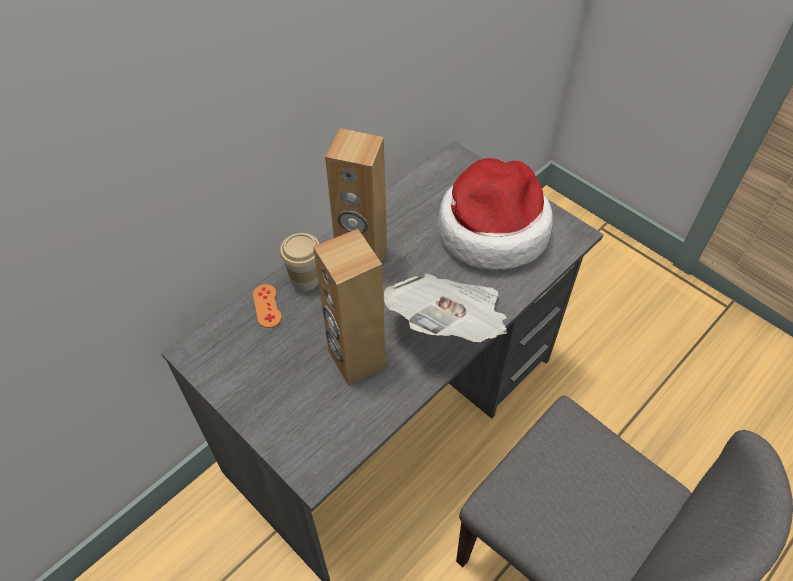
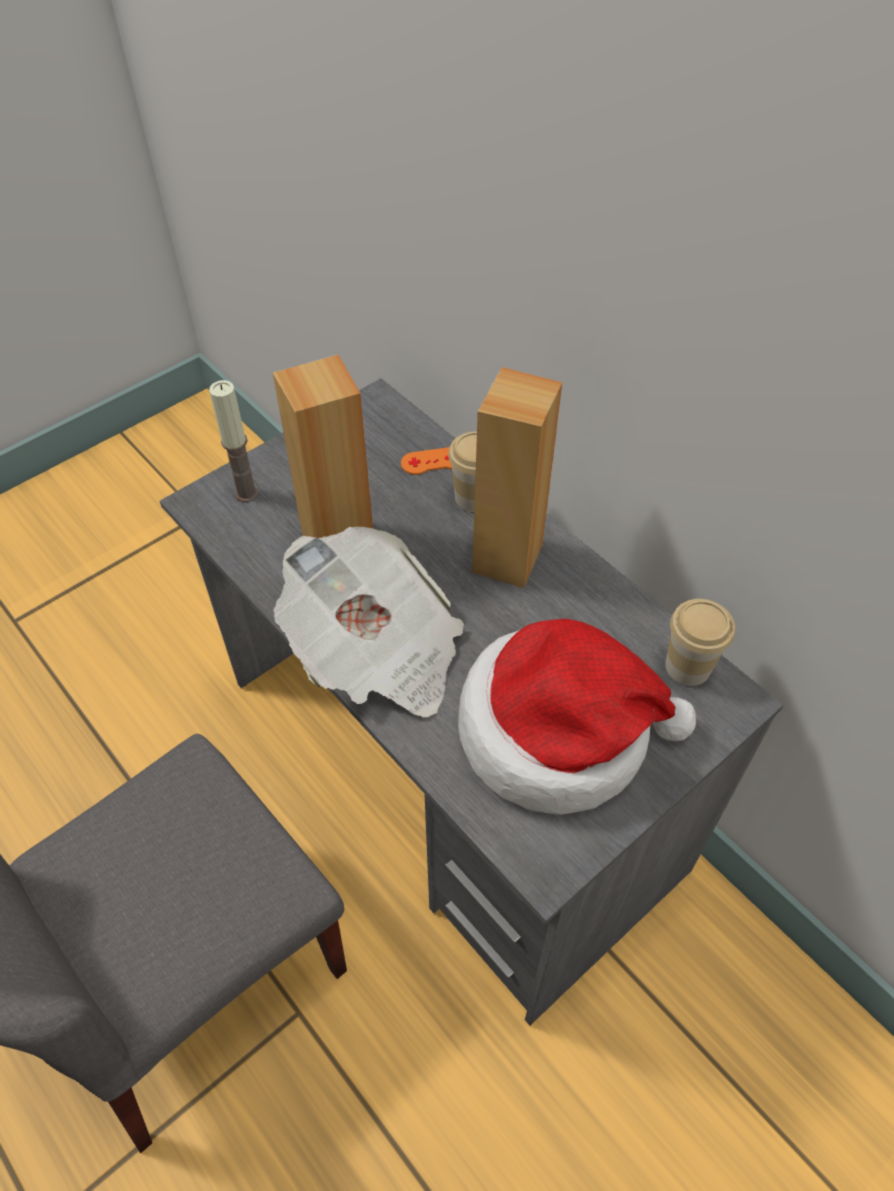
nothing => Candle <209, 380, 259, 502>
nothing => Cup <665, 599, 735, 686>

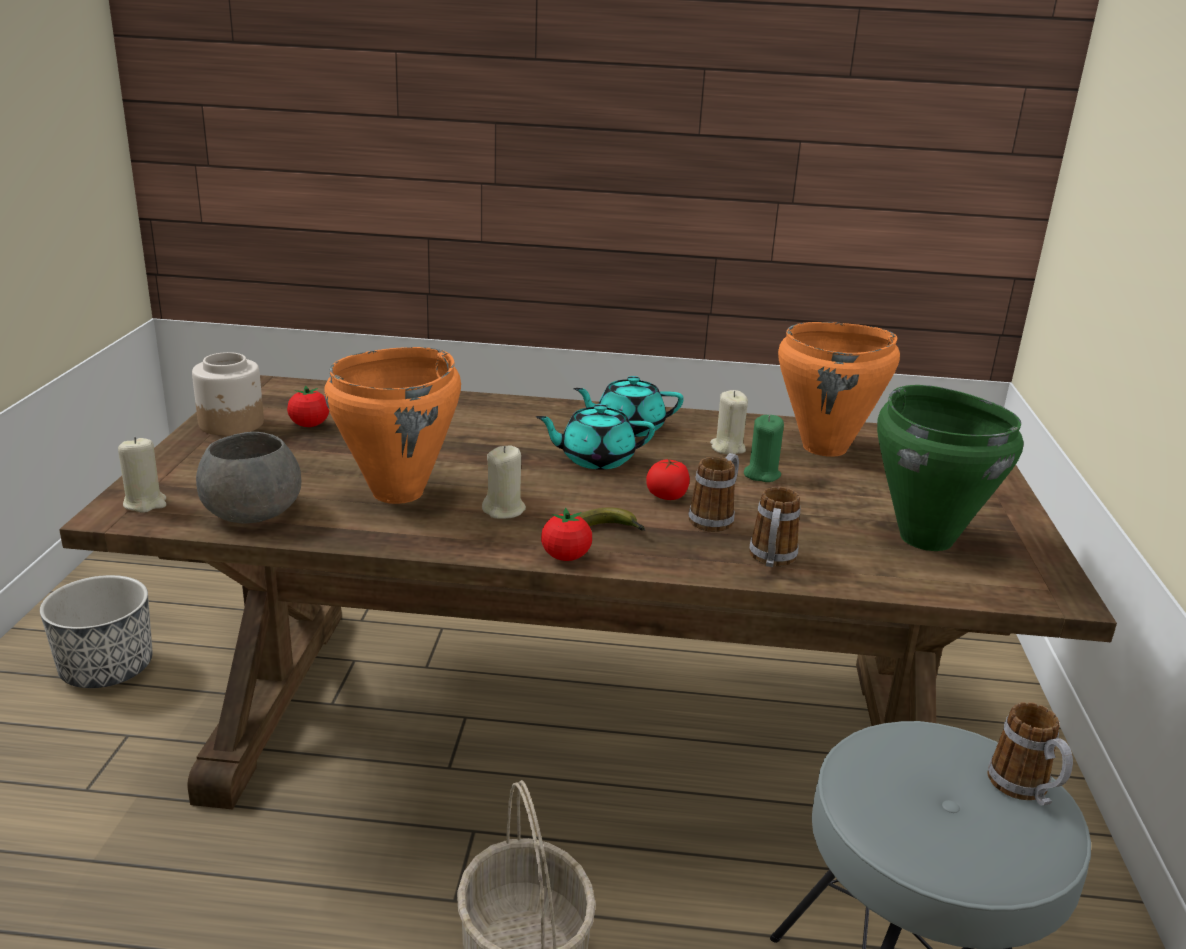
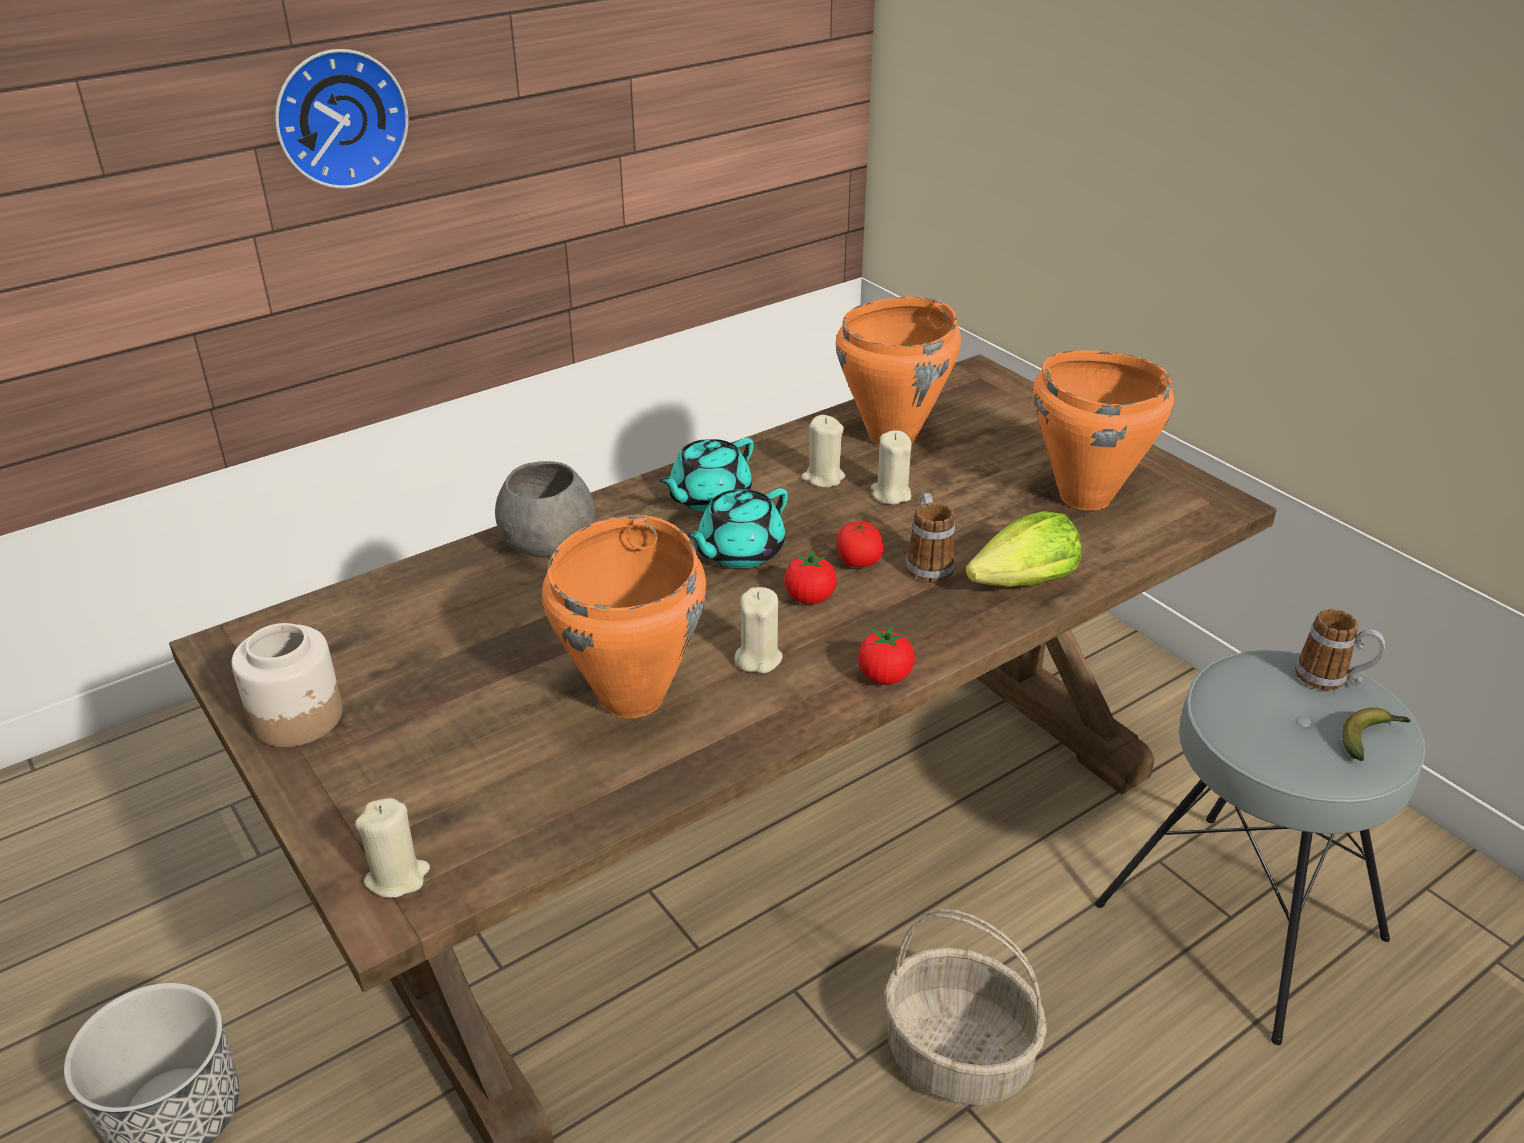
GreyBowl <196, 432, 301, 524> => GreyBowl <495, 461, 595, 557>, move
Tomato <287, 386, 329, 427> => Tomato <784, 550, 837, 604>, move
Banana <578, 508, 645, 531> => Banana <1342, 707, 1411, 761>, move
GreenCandle <744, 415, 784, 482> => BeigeCandle <871, 430, 912, 505>
Mug <749, 487, 800, 567> => Lettuce <966, 511, 1081, 587>
GreenCookingPot <877, 385, 1023, 551> => OrangeCookingPot <1033, 350, 1174, 510>
nothing => WallClock <275, 49, 408, 189>

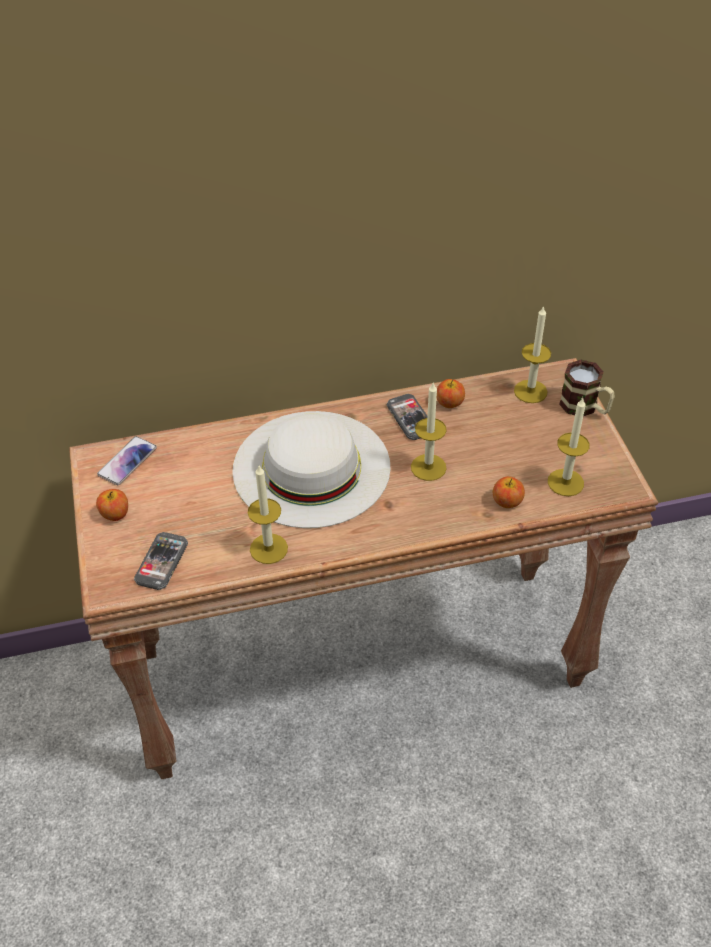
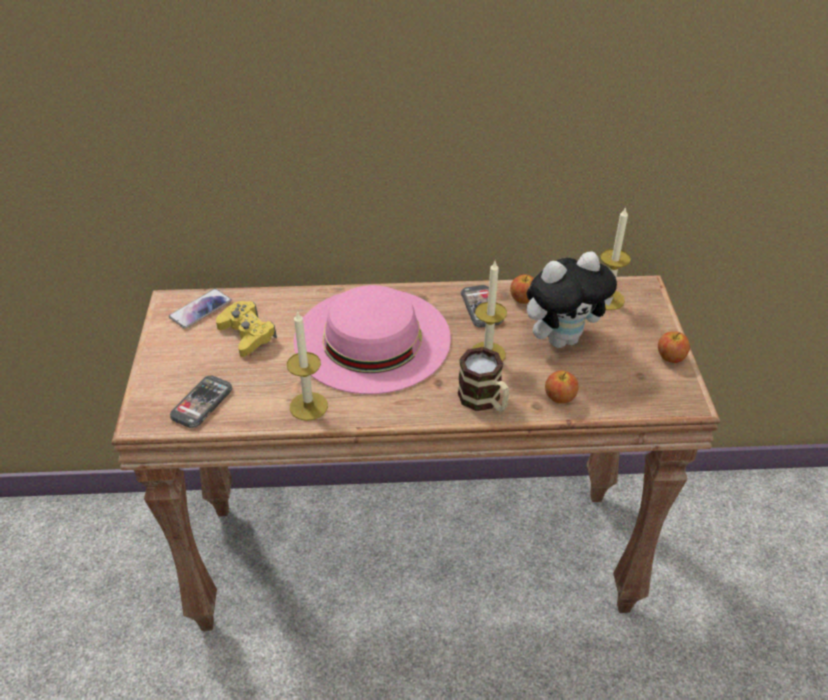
Apple <96, 489, 128, 521> => Apple <658, 331, 690, 363>, move
WhiteHat <232, 411, 391, 528> => PinkHat <294, 285, 451, 394>
Candle <548, 397, 590, 496> => nothing
Mug <559, 360, 615, 416> => Mug <458, 347, 509, 412>, move
nothing => YellowGameController <216, 301, 277, 357>
nothing => PlushToy <526, 251, 617, 348>

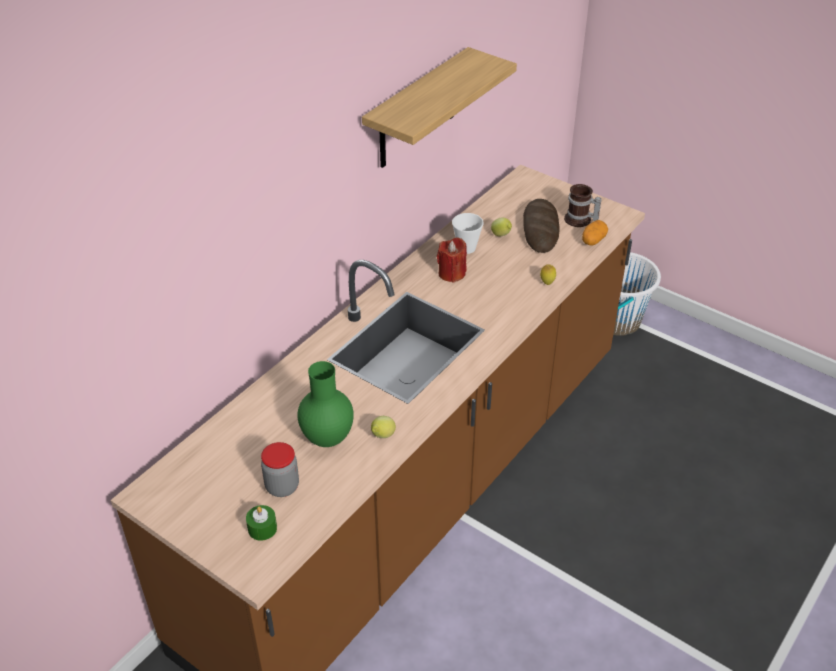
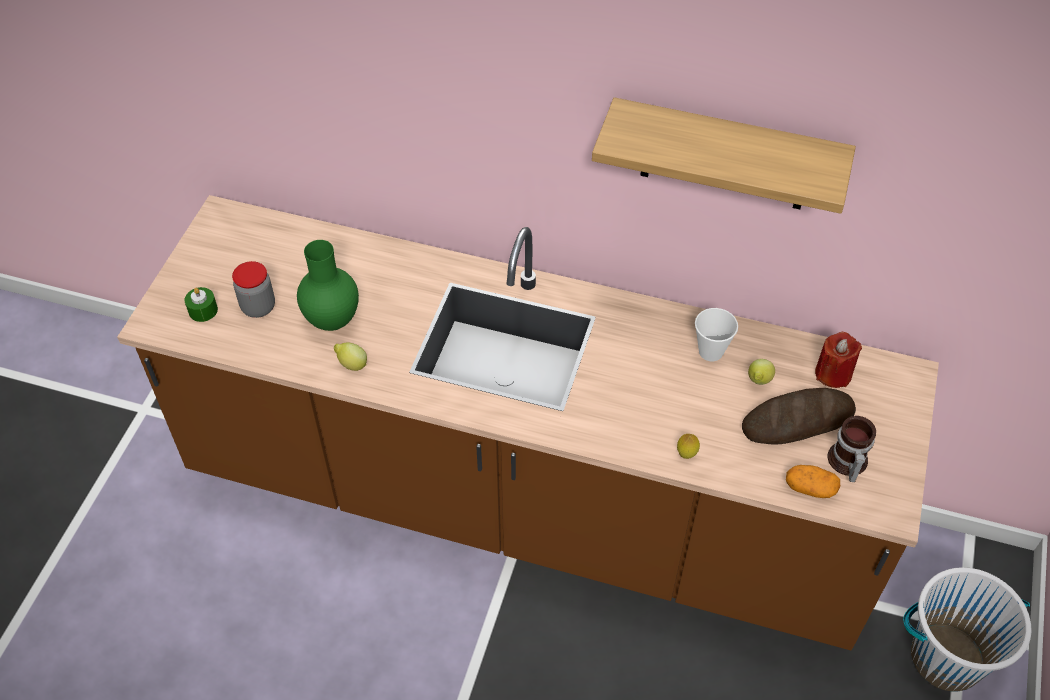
RedCandle <437, 237, 467, 283> => RedCandle <815, 332, 862, 388>, move

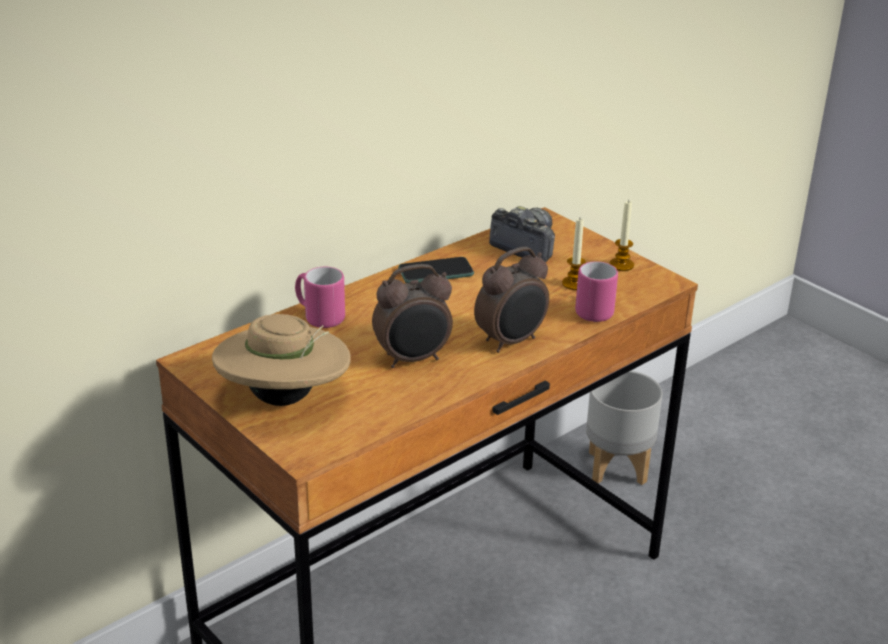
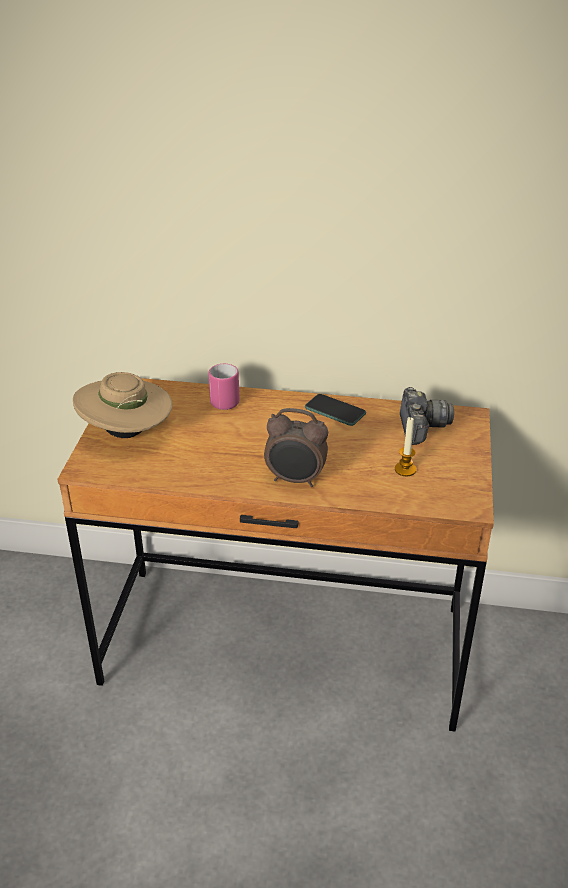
AlarmClock <372, 264, 453, 368> => nothing
PinkMug <575, 261, 618, 322> => nothing
GreyPlanter <586, 371, 662, 485> => nothing
Candle <610, 200, 634, 271> => nothing

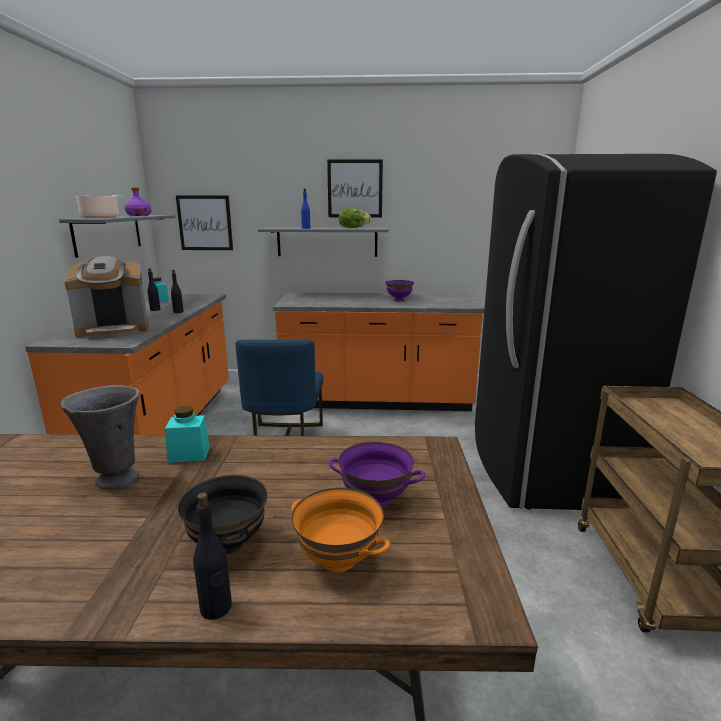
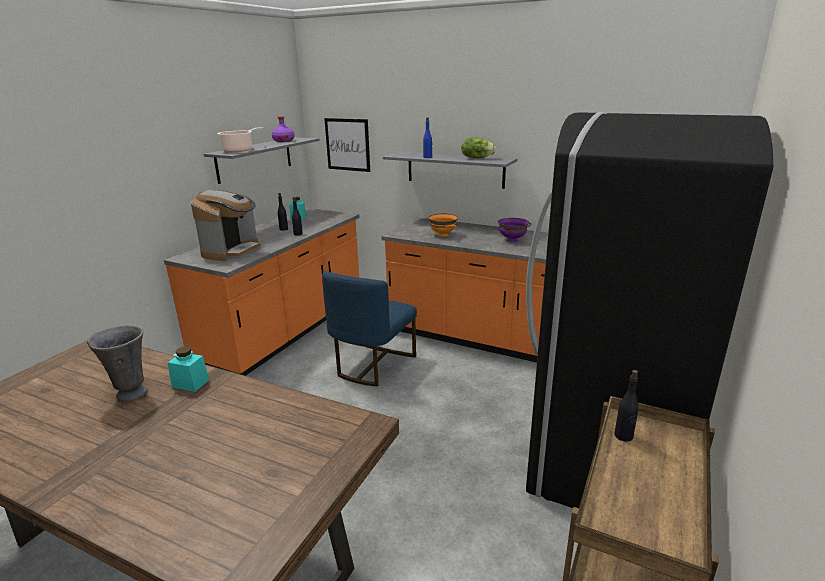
CoffeeMachine <64, 256, 149, 339> => CoffeeMachine <191, 190, 261, 261>, 75 degrees counterclockwise
BlackBowl <177, 475, 268, 554> => nothing
BlackBottle <193, 492, 232, 620> => BlackBottle <614, 370, 639, 442>, move
OrangeBowl <291, 488, 390, 573> => OrangeBowl <428, 214, 458, 237>, move
Picture <327, 159, 383, 218> => nothing
PurpleBowl <328, 442, 426, 507> => nothing

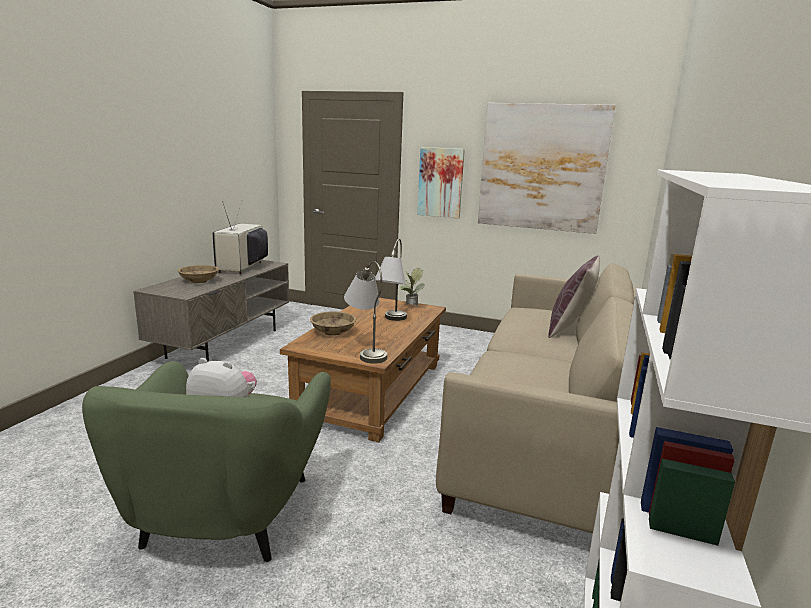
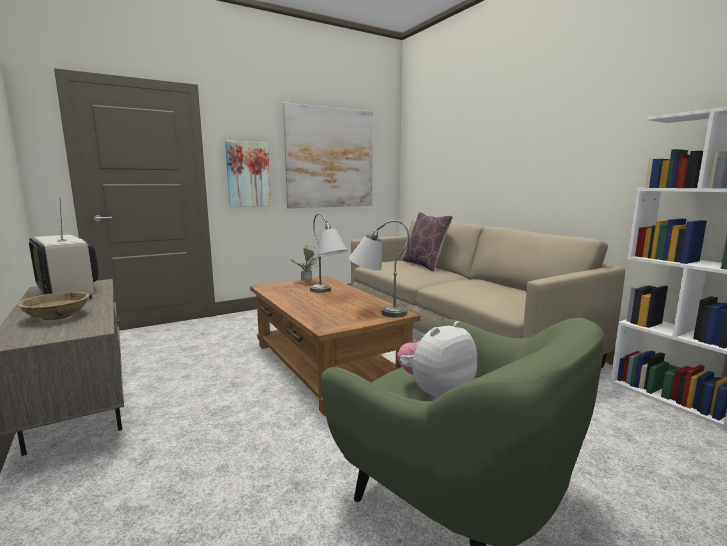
BeigeBowl <310, 311, 356, 336> => nothing

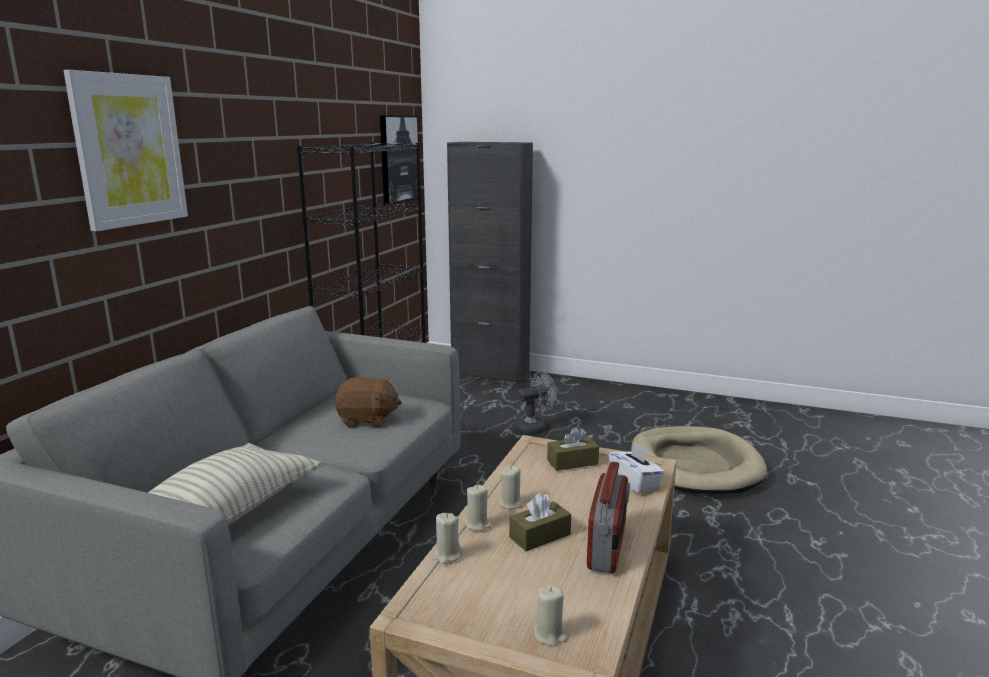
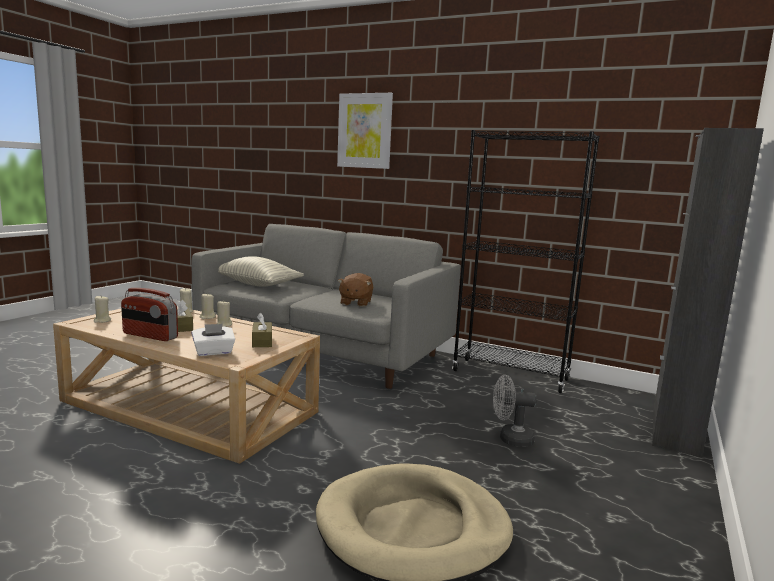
Picture <380, 115, 419, 205> => nothing
GreyFan <515, 371, 557, 435> => GreyFan <493, 375, 537, 447>, 120 degrees clockwise

